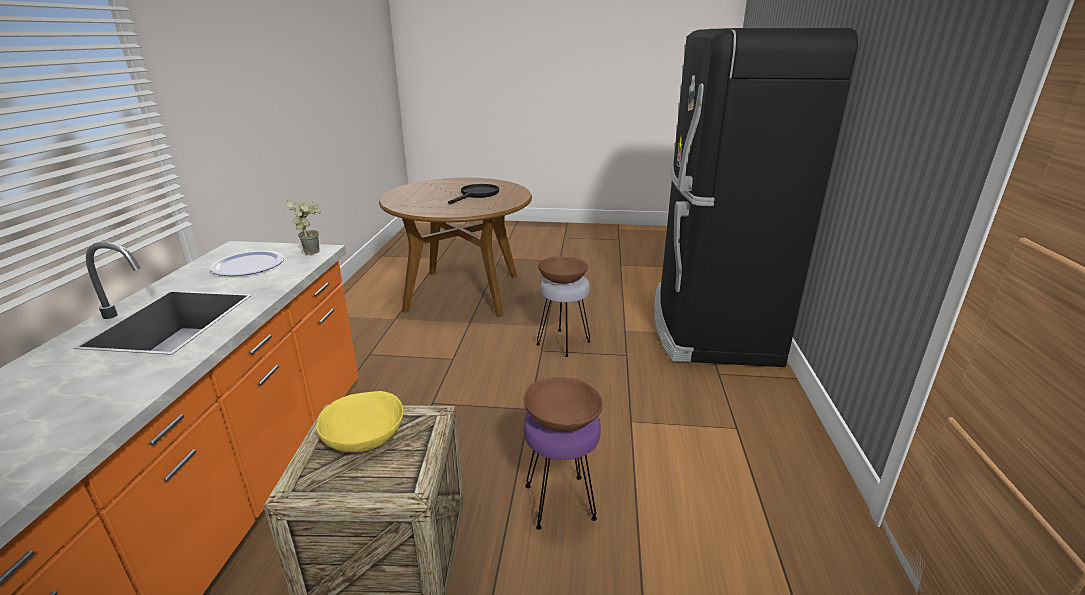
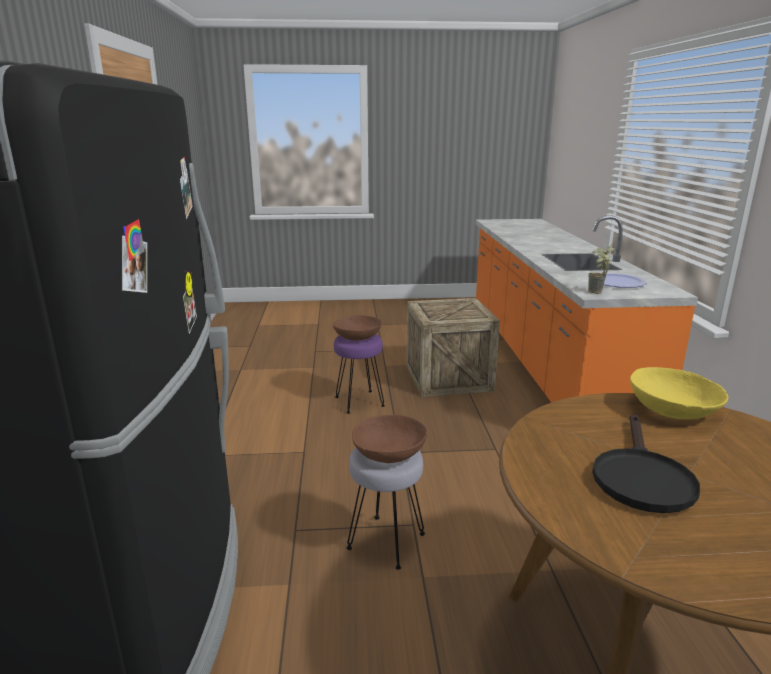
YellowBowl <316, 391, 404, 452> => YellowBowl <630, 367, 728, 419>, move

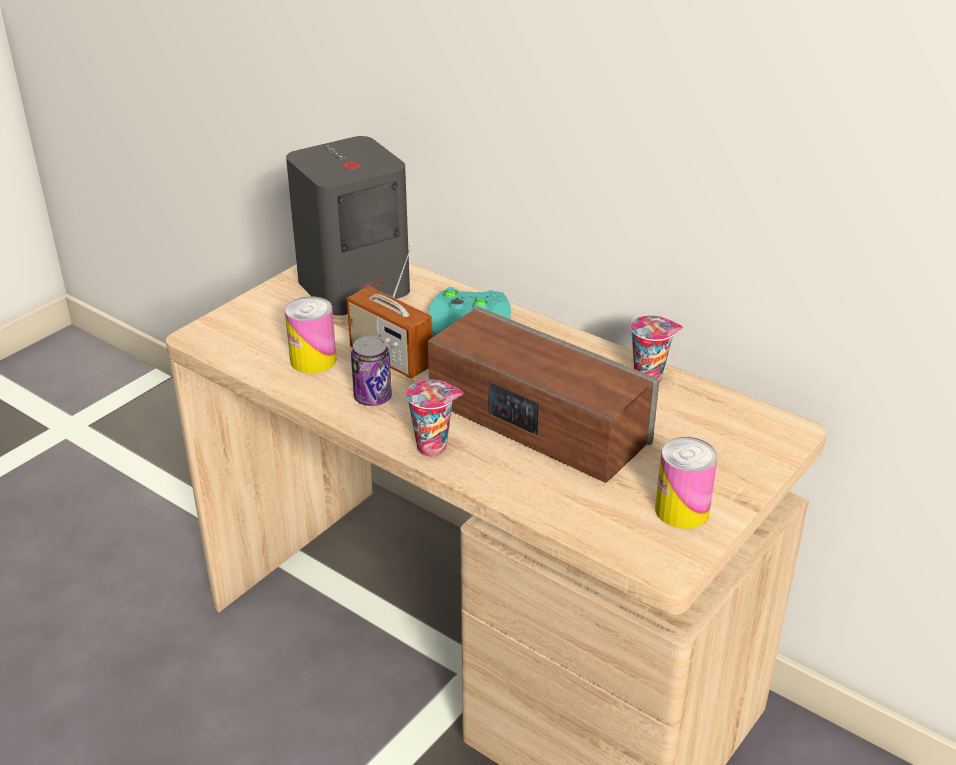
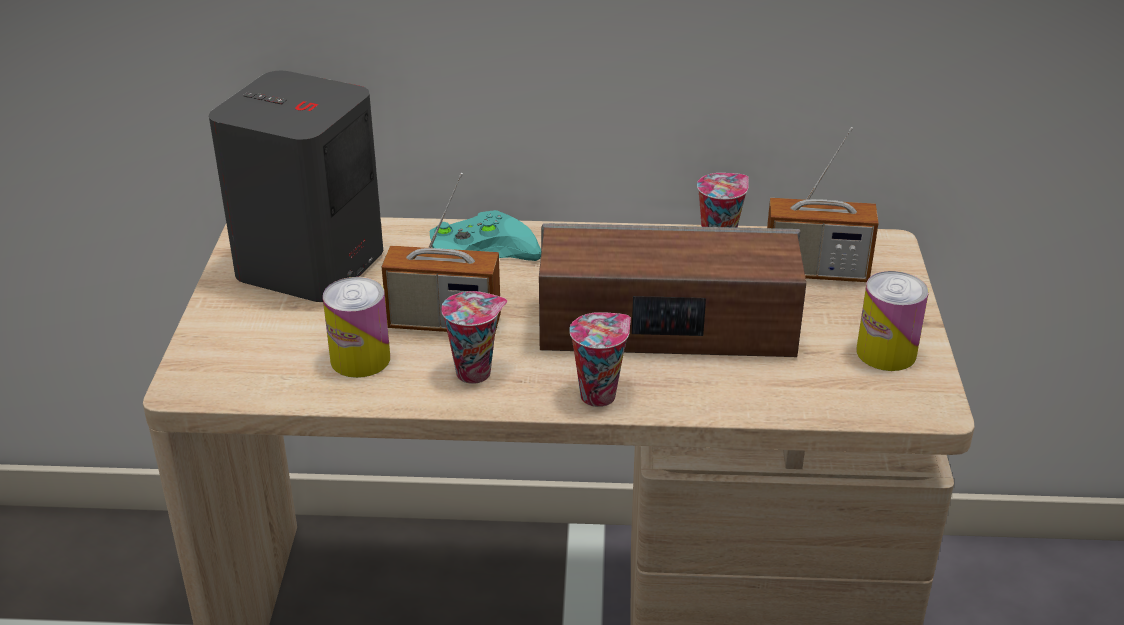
Can <351, 336, 392, 406> => Cup <441, 291, 508, 384>
nothing => Radio <767, 127, 879, 282>

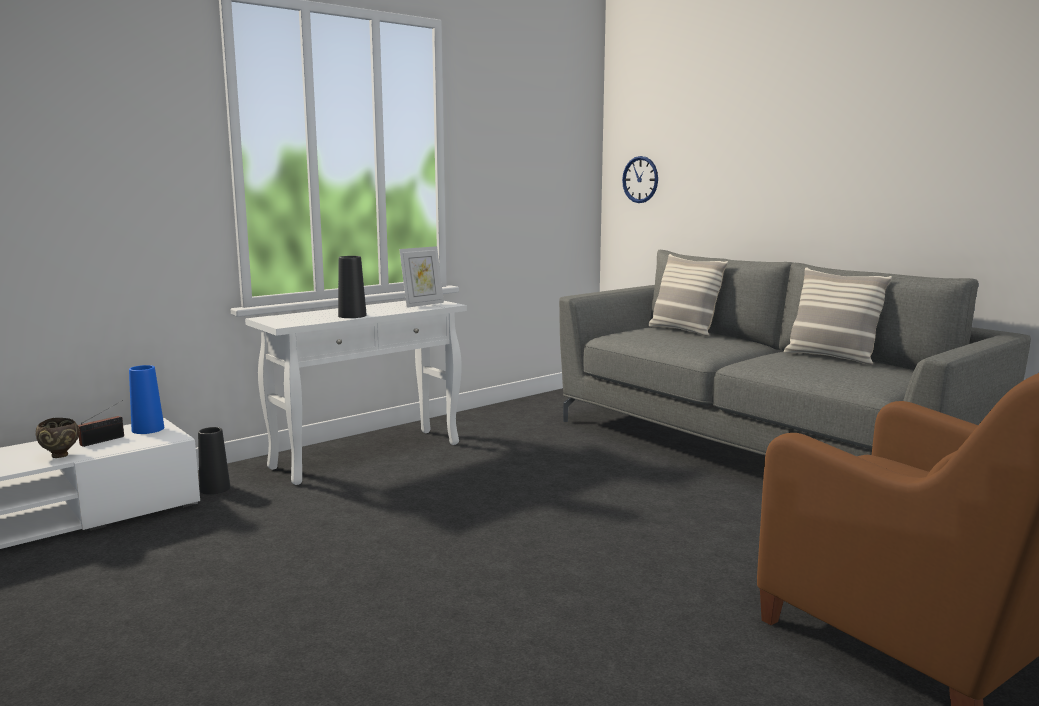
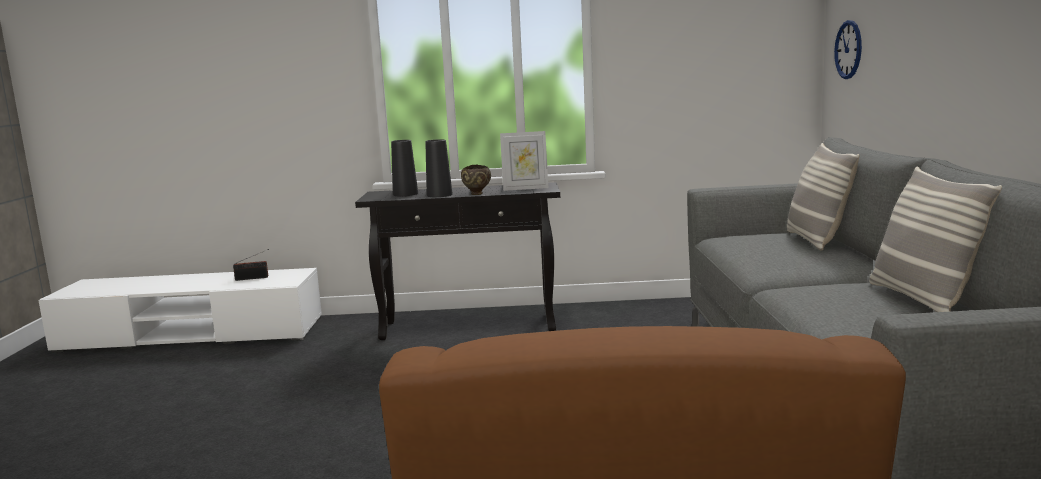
BrownBowl <36, 418, 80, 458> => BrownBowl <461, 165, 491, 195>, move
BlueVase <129, 365, 164, 434> => nothing
BlackVase <198, 427, 230, 495> => BlackVase <391, 140, 418, 196>, move
WhiteConsoleTable <245, 301, 467, 485> => BlackConsoleTable <355, 182, 560, 340>

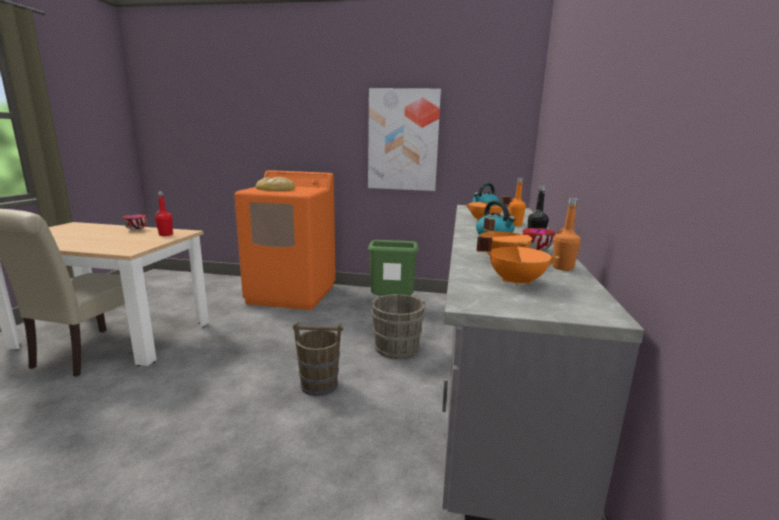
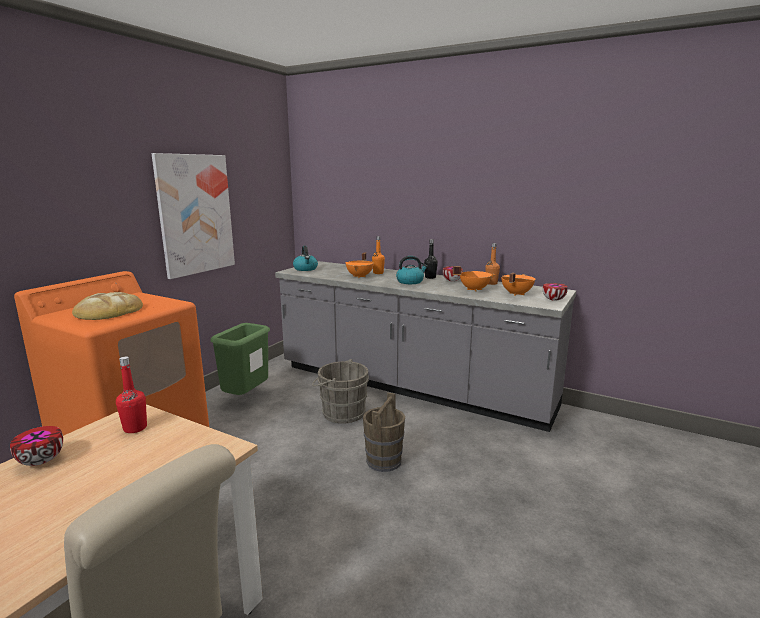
nothing => Bowl <543, 283, 568, 301>

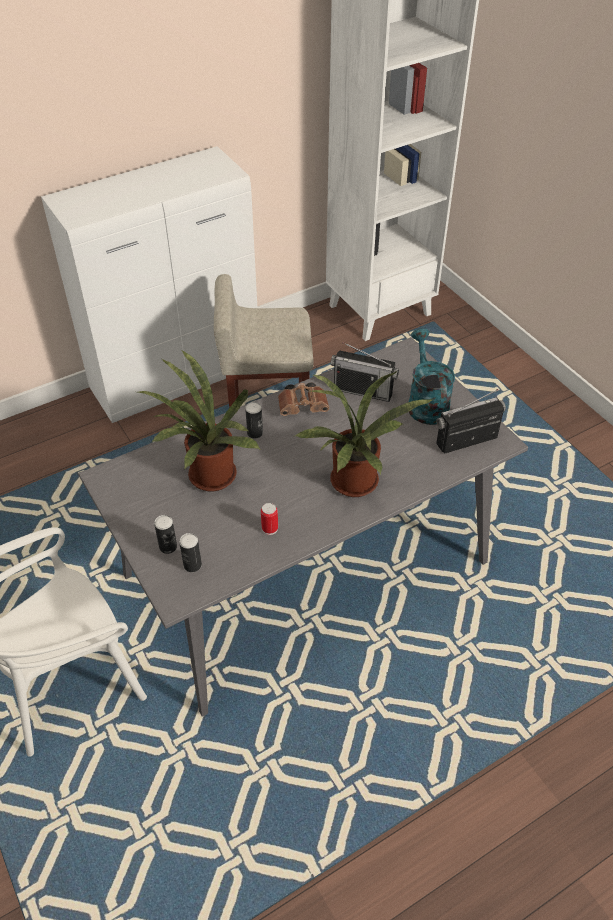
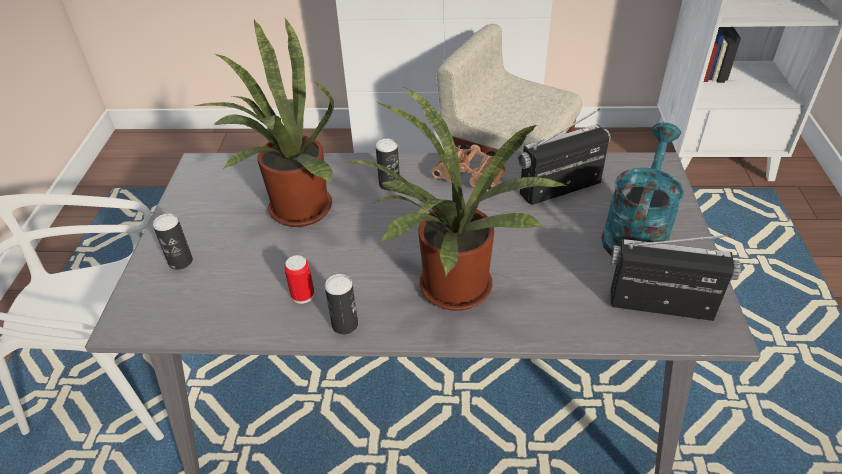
Can <179, 533, 202, 572> => Can <325, 274, 358, 335>, move
Radio <330, 342, 399, 402> => Radio <518, 108, 611, 205>, 105 degrees clockwise

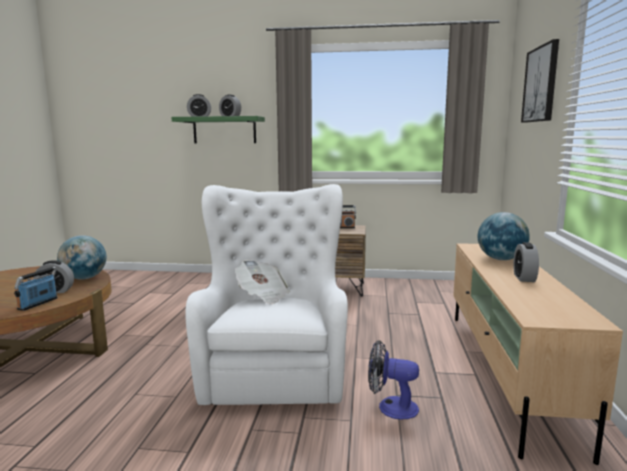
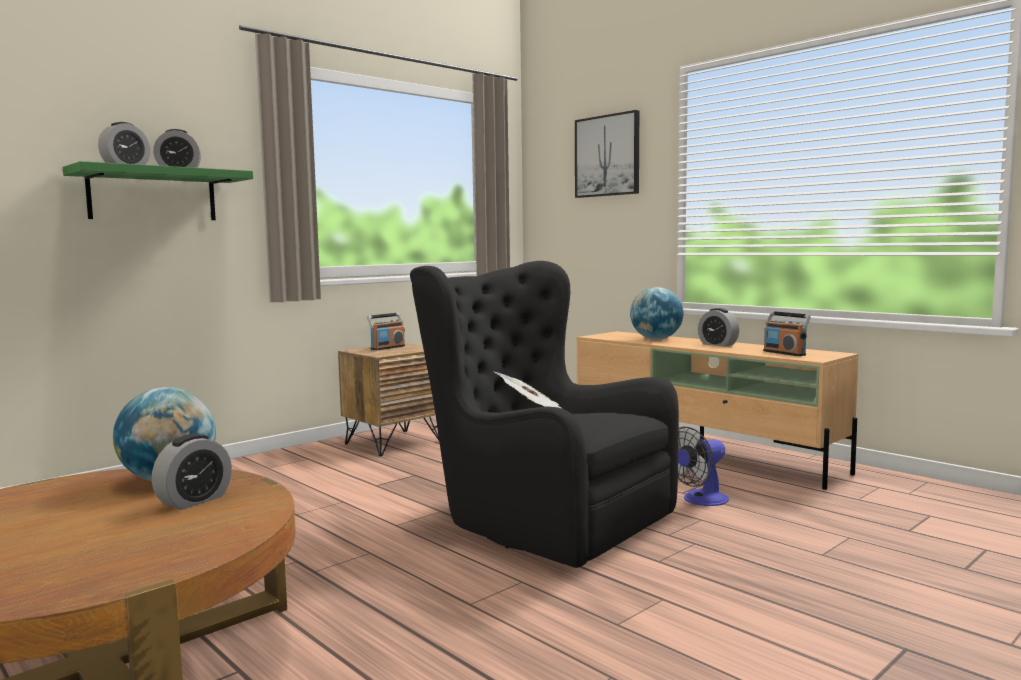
Radio <14, 266, 57, 311> => Radio <763, 311, 811, 356>, move
WhiteArmchair <185, 184, 348, 405> => BlackArmchair <410, 261, 679, 568>

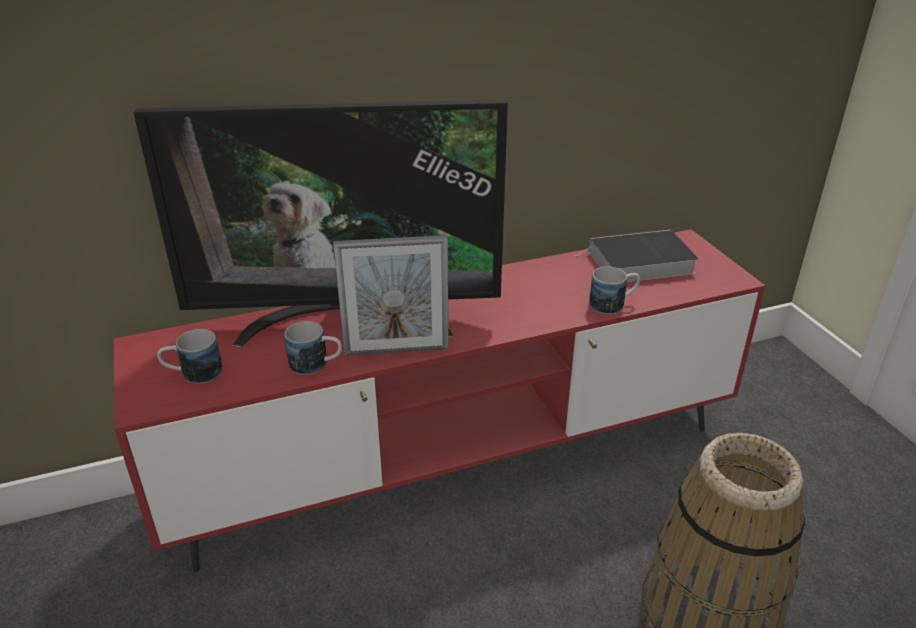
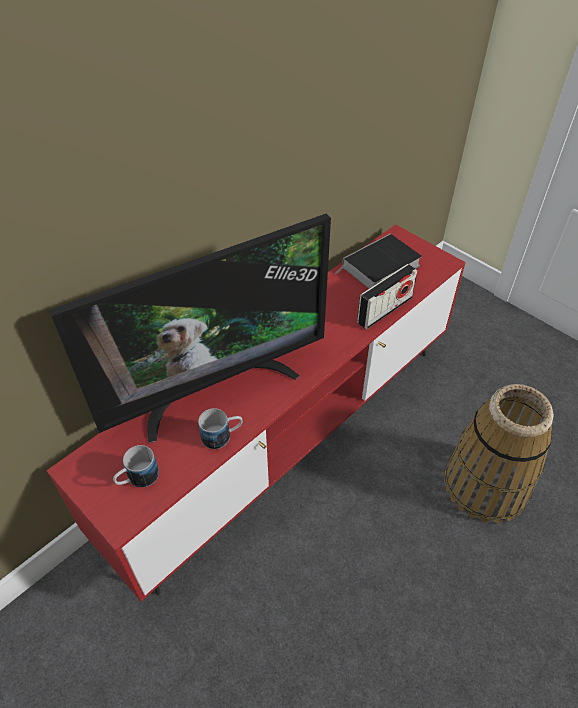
PictureFrame <333, 235, 449, 356> => nothing
Mug <589, 267, 640, 315> => Radio <357, 264, 418, 329>

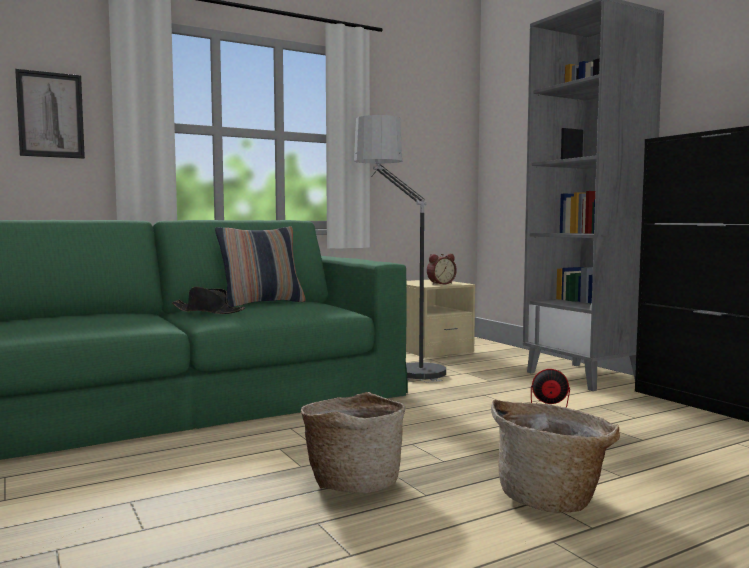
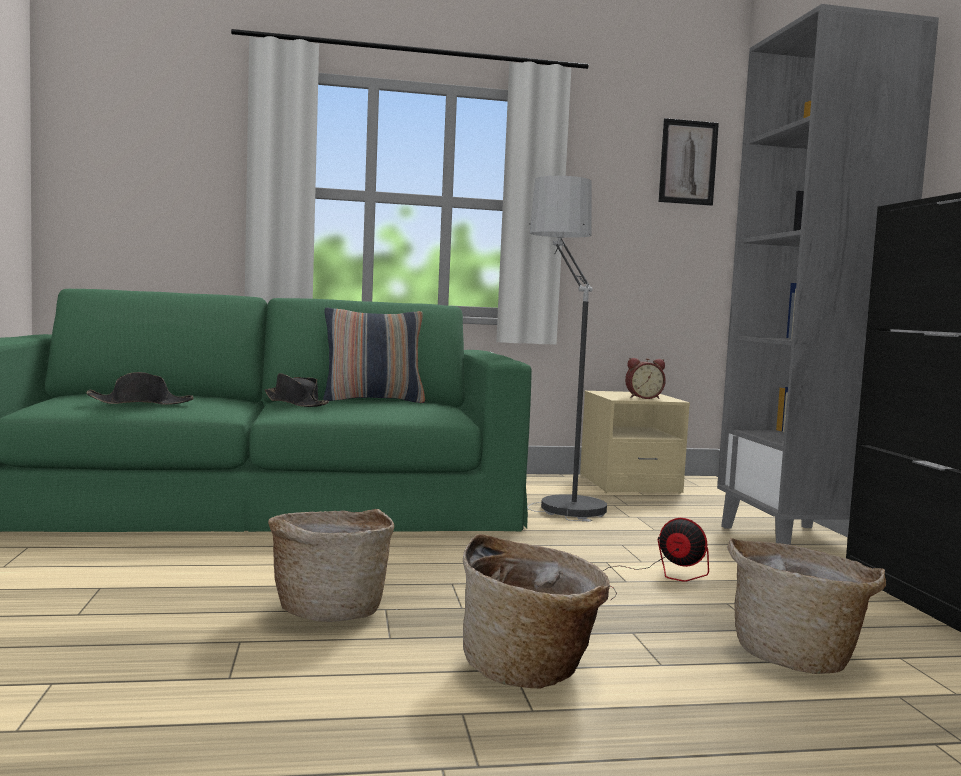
Picture <15, 69, 85, 159> => Picture <658, 118, 719, 206>, move
nothing => BlackHat <86, 372, 194, 405>
nothing => Basket <727, 538, 886, 674>

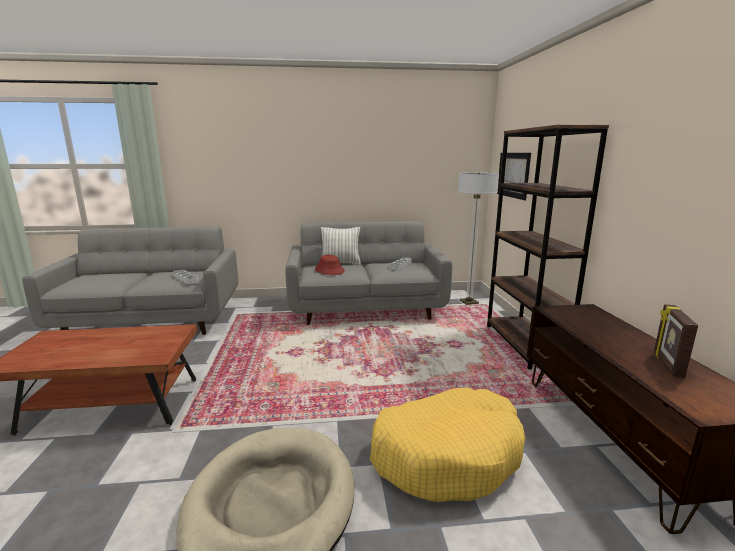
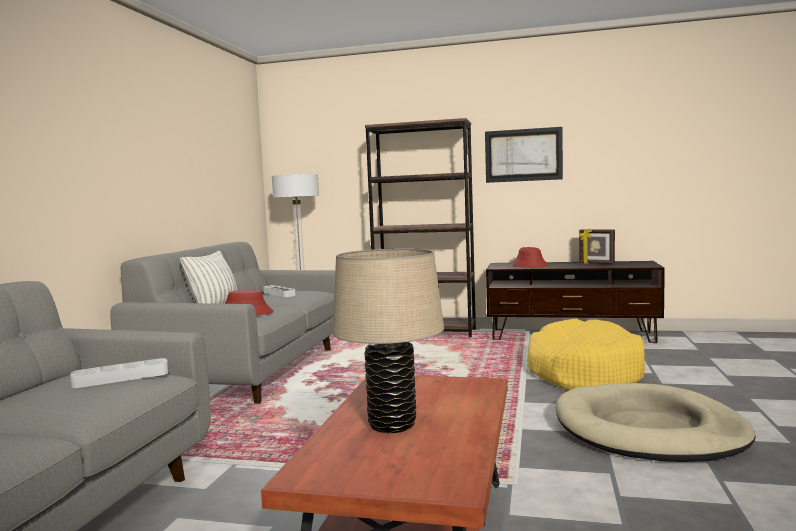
Picture <497, 153, 531, 200> => Picture <485, 127, 563, 183>, move
nothing => BeigeTableLamp <332, 248, 444, 433>
nothing => RedHat <512, 247, 548, 268>

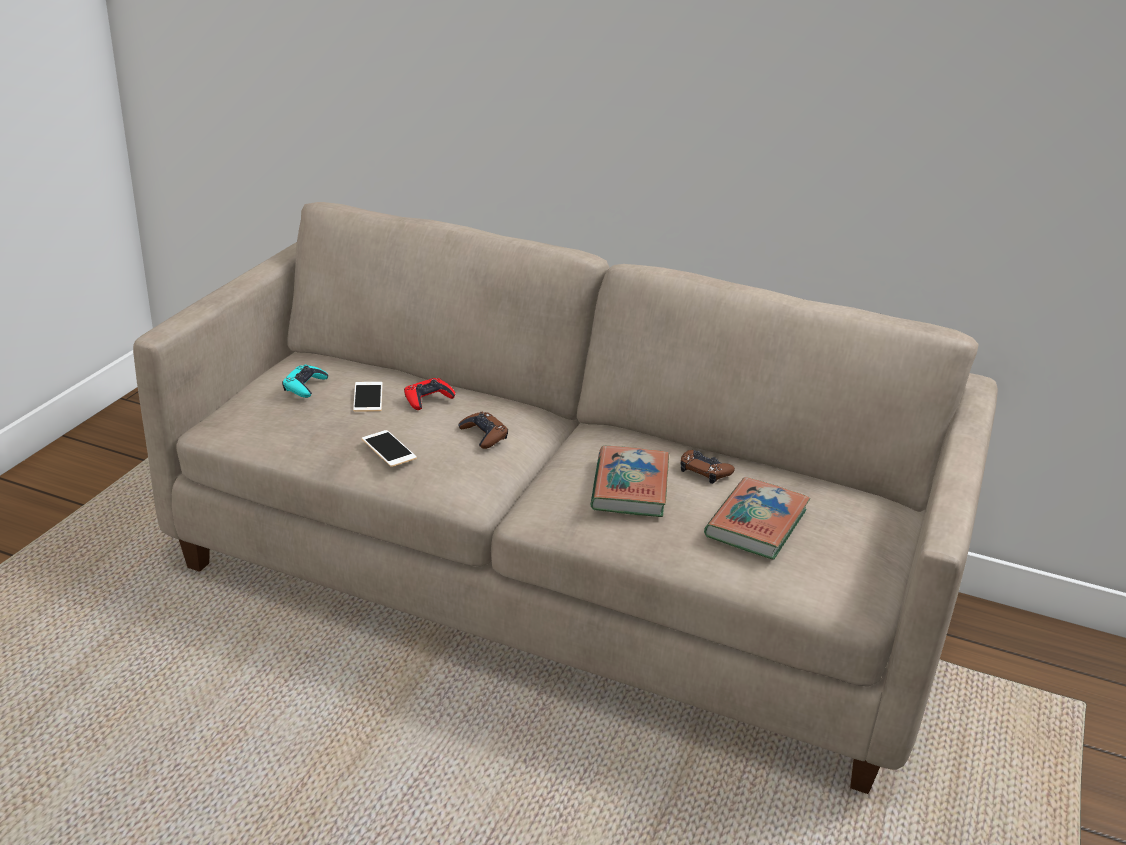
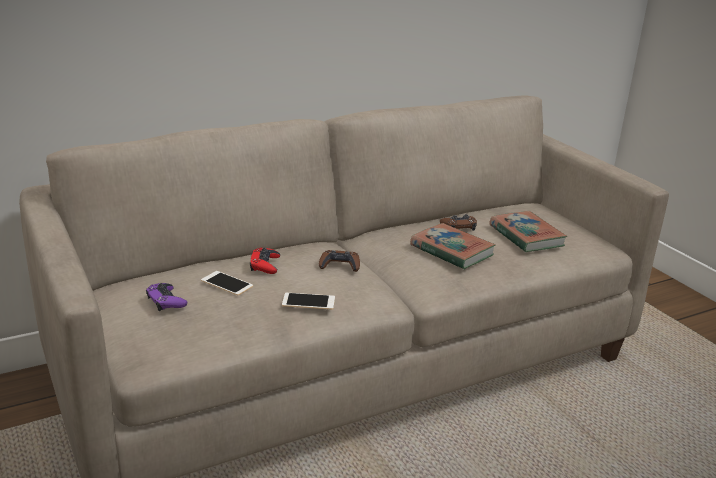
TurquoiseGameController <282, 364, 328, 398> => PurpleGameController <146, 283, 187, 311>

